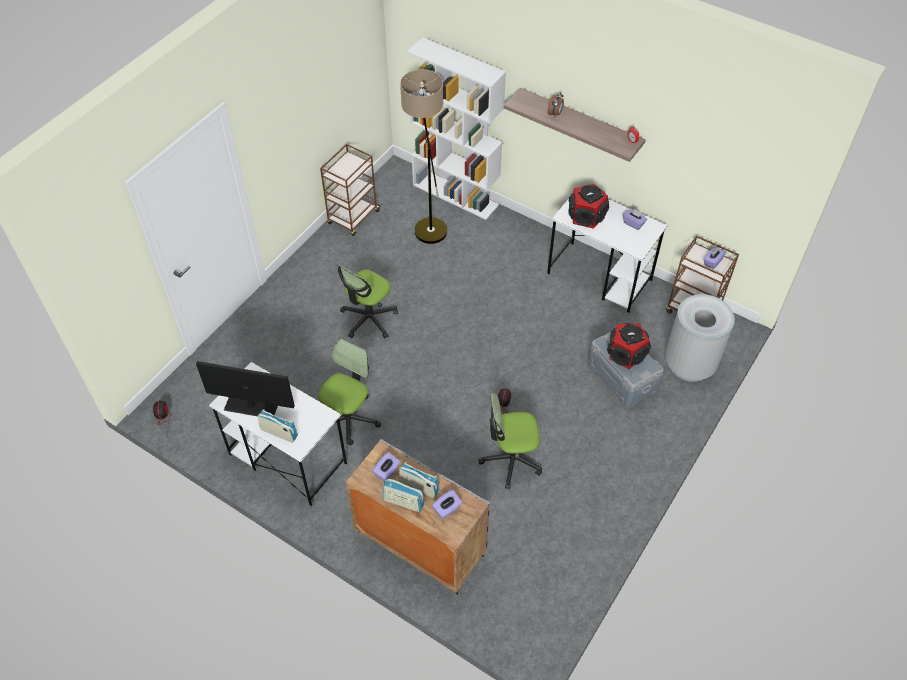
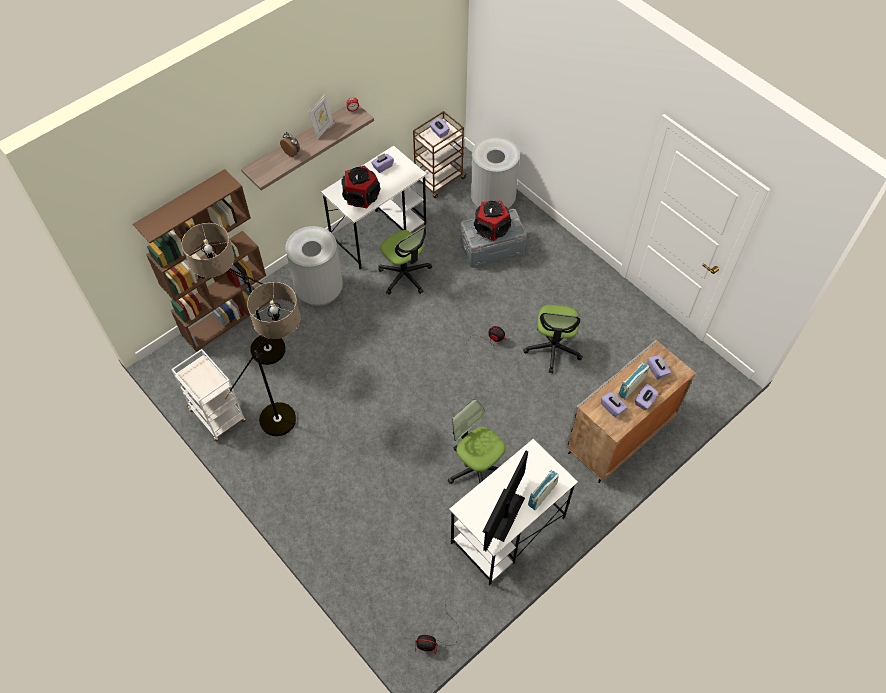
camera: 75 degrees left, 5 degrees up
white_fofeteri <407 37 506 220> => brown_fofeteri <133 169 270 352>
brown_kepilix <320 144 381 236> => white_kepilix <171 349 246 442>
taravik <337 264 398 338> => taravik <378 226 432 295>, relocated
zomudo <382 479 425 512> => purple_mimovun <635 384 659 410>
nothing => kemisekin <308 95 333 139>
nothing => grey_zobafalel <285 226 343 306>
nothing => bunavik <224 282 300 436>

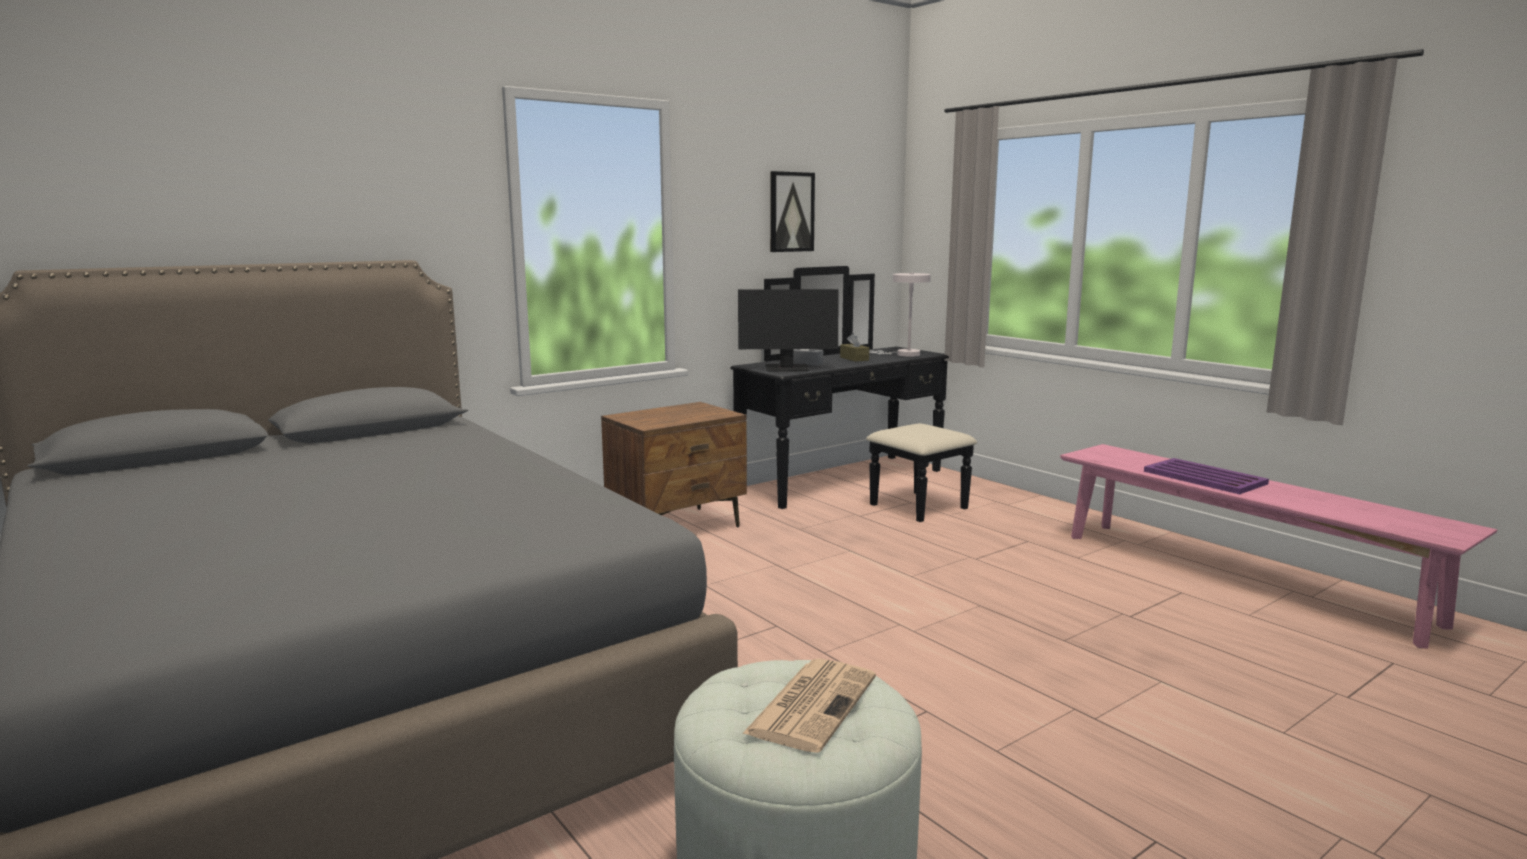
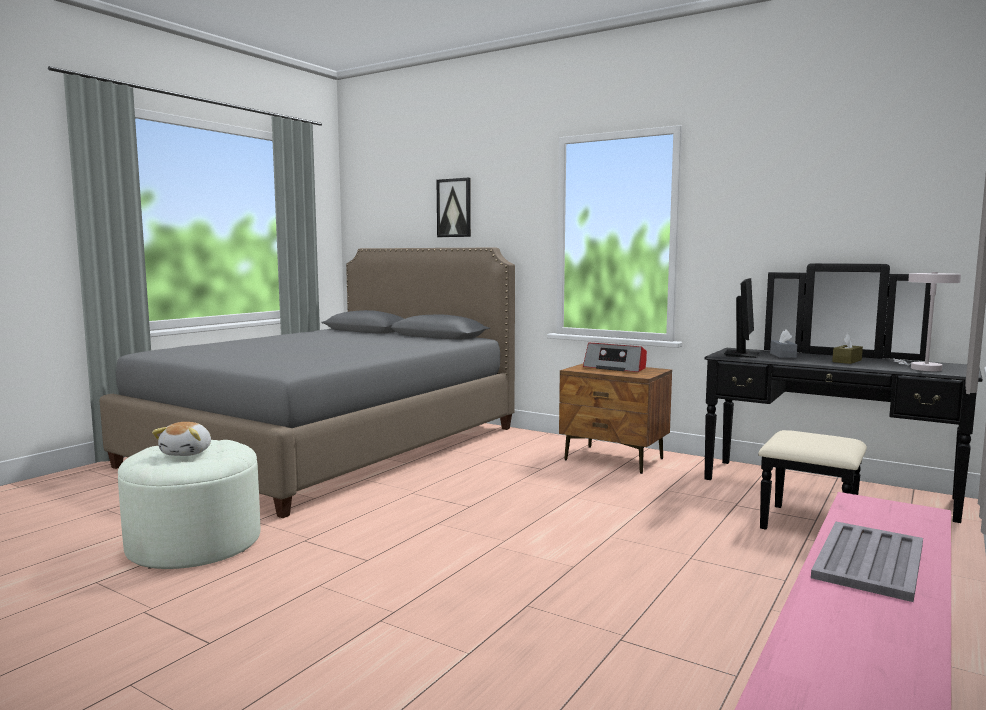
camera: 70 degrees right, 5 degrees down
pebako <770 171 815 252> => pebako <437 178 471 237>, relocated
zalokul <738 289 839 372> => zalokul <724 278 759 358>, 135 degrees counterclockwise
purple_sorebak <1144 458 1269 494> => grey_sorebak <811 521 923 602>
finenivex <742 658 876 753> => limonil <152 422 211 456>
nothing => zomudo <583 343 647 372>

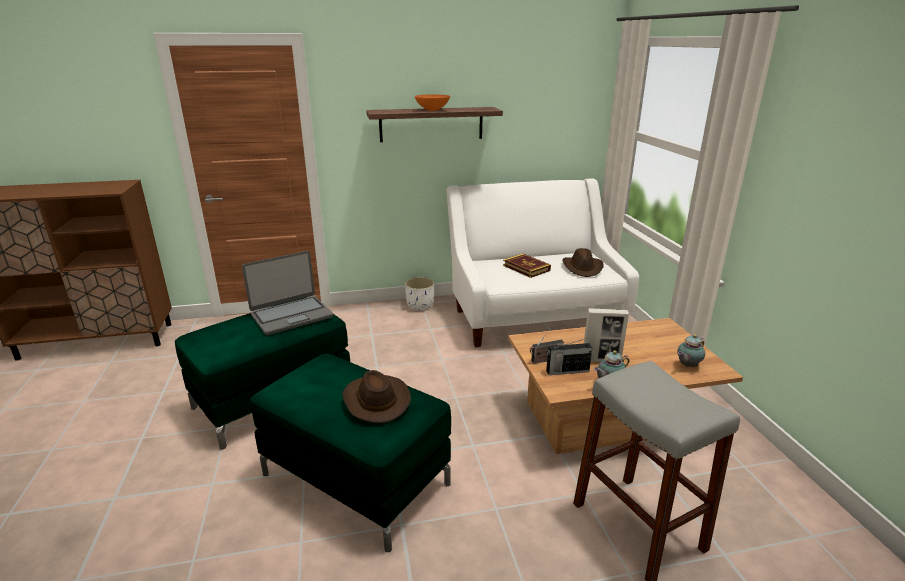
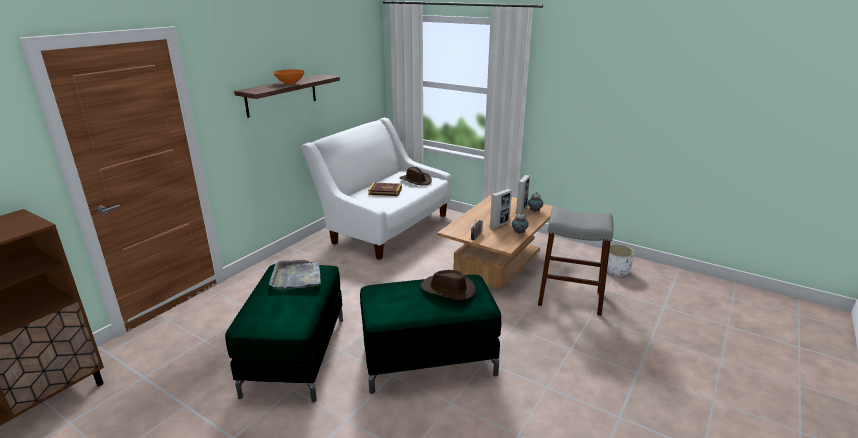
camera: 45 degrees left, 0 degrees up
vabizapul <242 251 333 335> => grey_sorebak <269 260 320 289>
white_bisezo <405 277 434 310> => white_bisezo <607 244 635 276>, relocated
zomudo <546 339 592 375> => nothing
nothing => kemisekin <516 175 530 214>

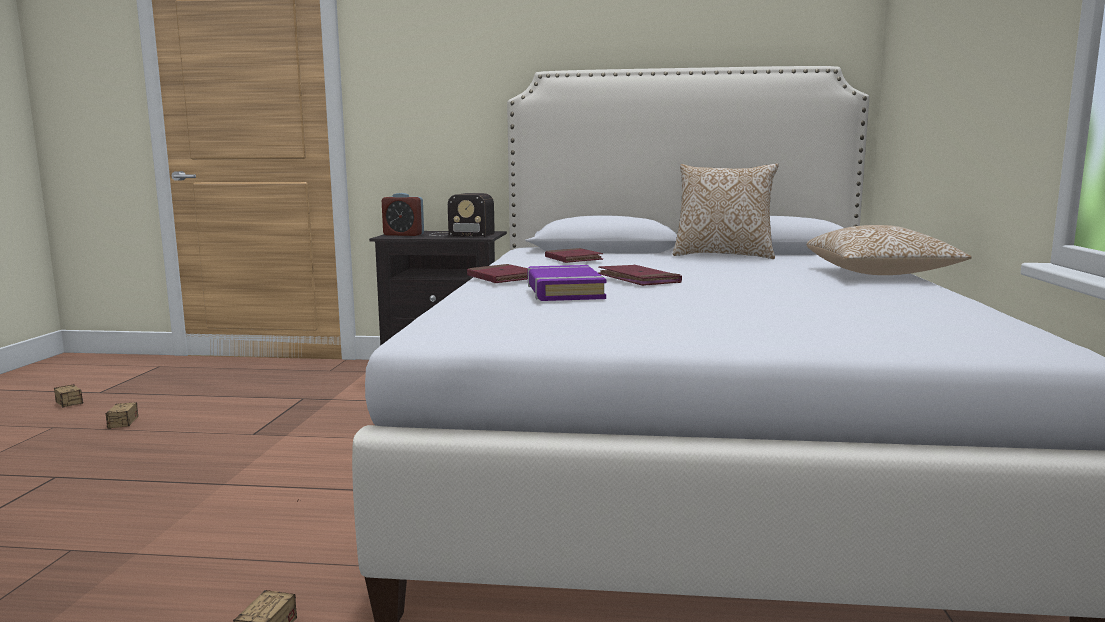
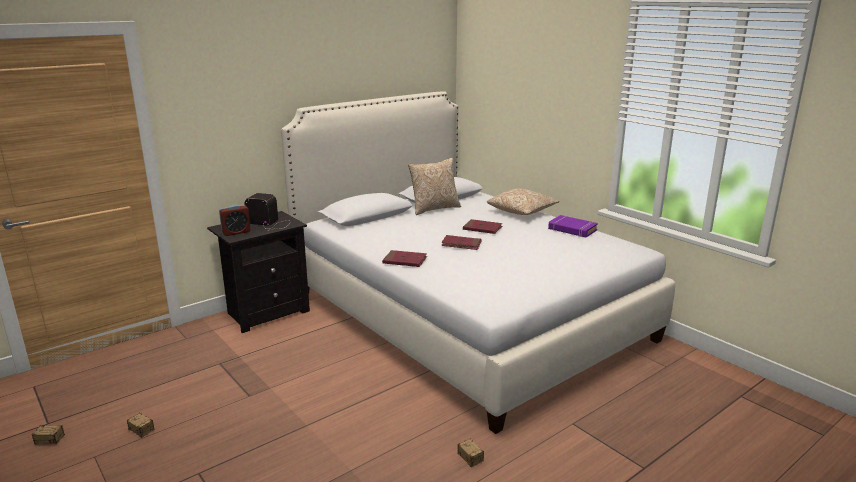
camera: 45 degrees left, 10 degrees up
zomudo <430 193 495 237> => zomudo <245 193 291 231>, 135 degrees counterclockwise
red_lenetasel <545 248 603 263> => red_lenetasel <463 219 502 234>, relocated
purple_lenetasel <528 265 606 301> => purple_lenetasel <548 215 598 238>, relocated

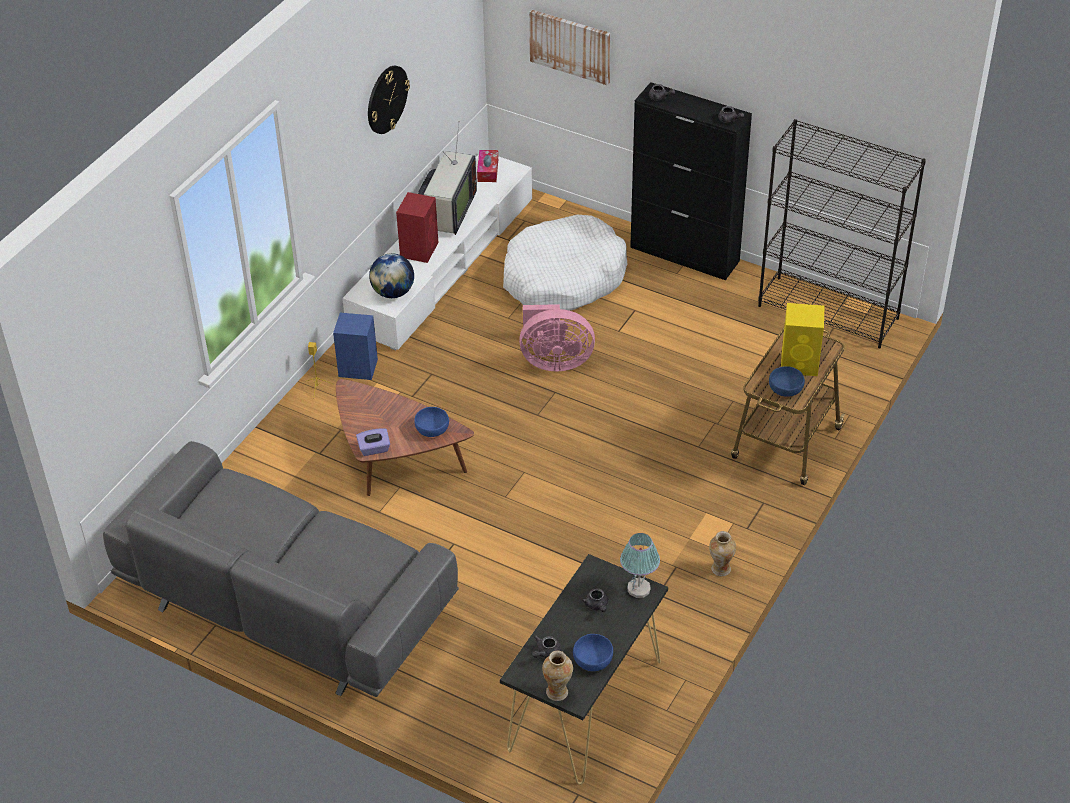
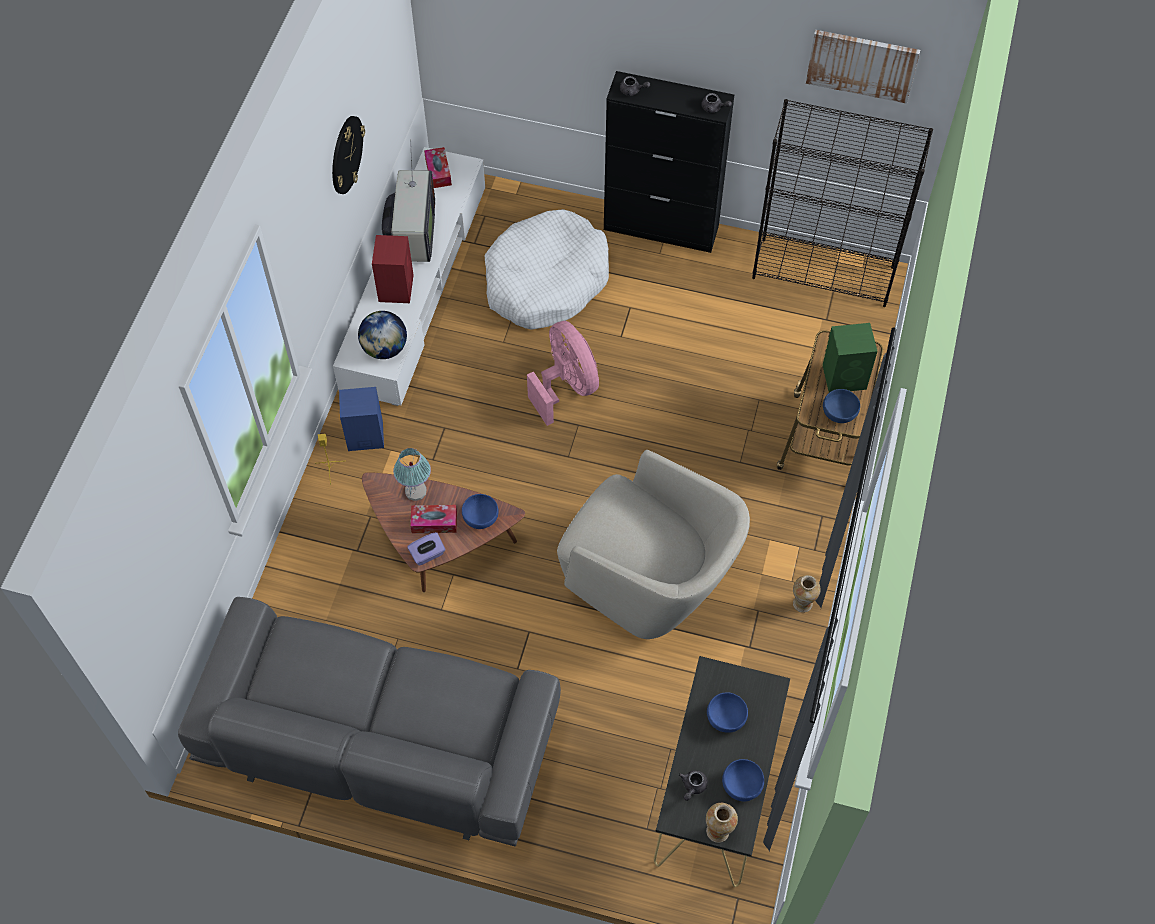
camera: 15 degrees left, 15 degrees up
pebako <529 9 610 85> => pebako <806 30 920 104>, relocated
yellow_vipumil <781 303 825 376> => green_vipumil <822 323 878 392>
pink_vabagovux <519 304 595 371> => pink_vabagovux <527 321 599 426>, 105 degrees counterclockwise
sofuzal <620 533 660 598> => sofuzal <393 448 431 501>, relocated
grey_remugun <582 588 608 612> => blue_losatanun <707 692 748 733>
nothing => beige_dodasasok <557 450 750 639>
nothing => mimovun <410 505 457 533>

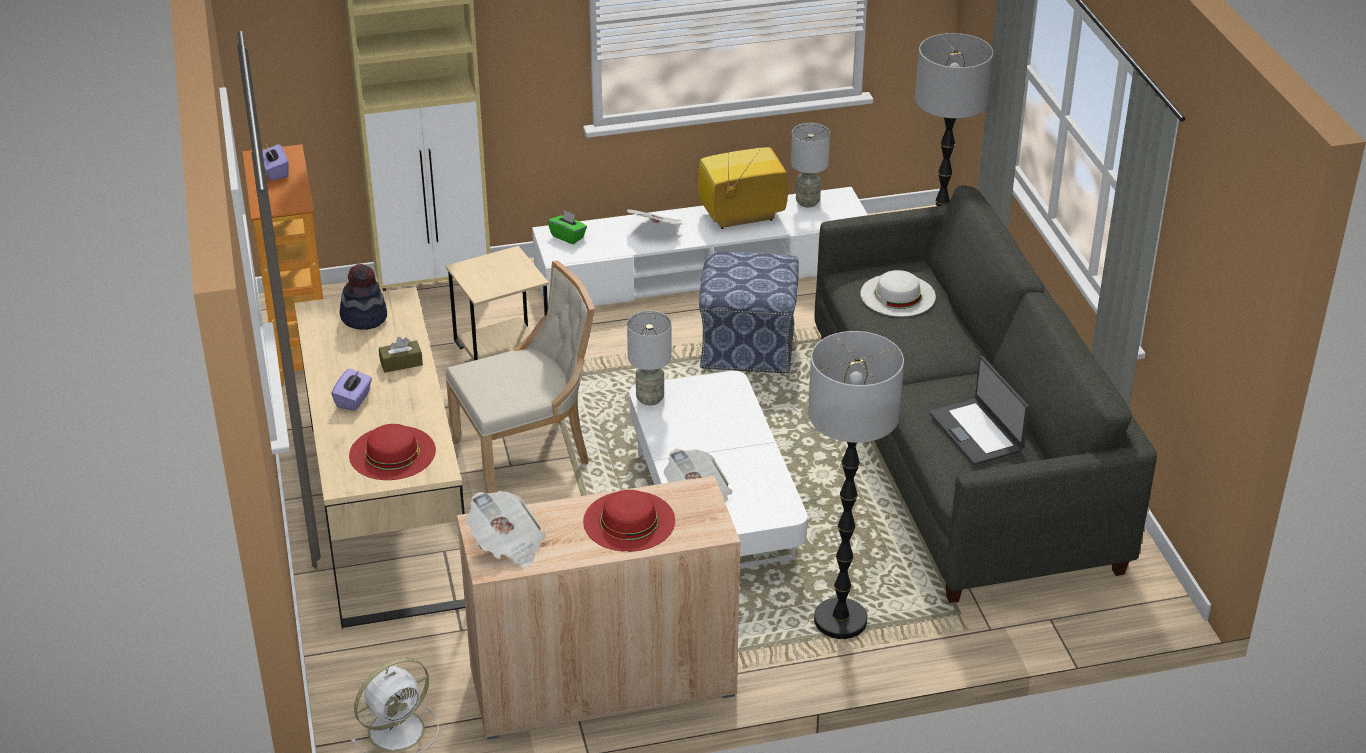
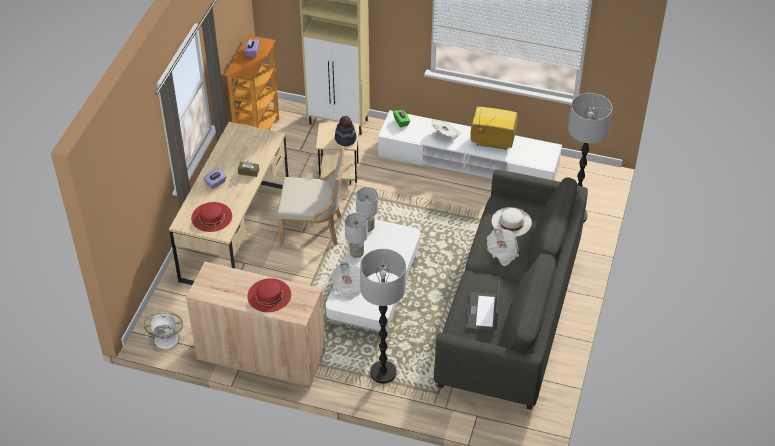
camera: 30 degrees right, 10 degrees up
grey_sofuzal <791 123 830 207> => grey_sofuzal <345 213 368 258>, relocated
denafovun <699 252 799 373> => nothing
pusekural <340 264 387 330> => pusekural <335 116 357 146>, relocated
finenivex <466 491 546 567> => finenivex <487 227 519 266>, relocated

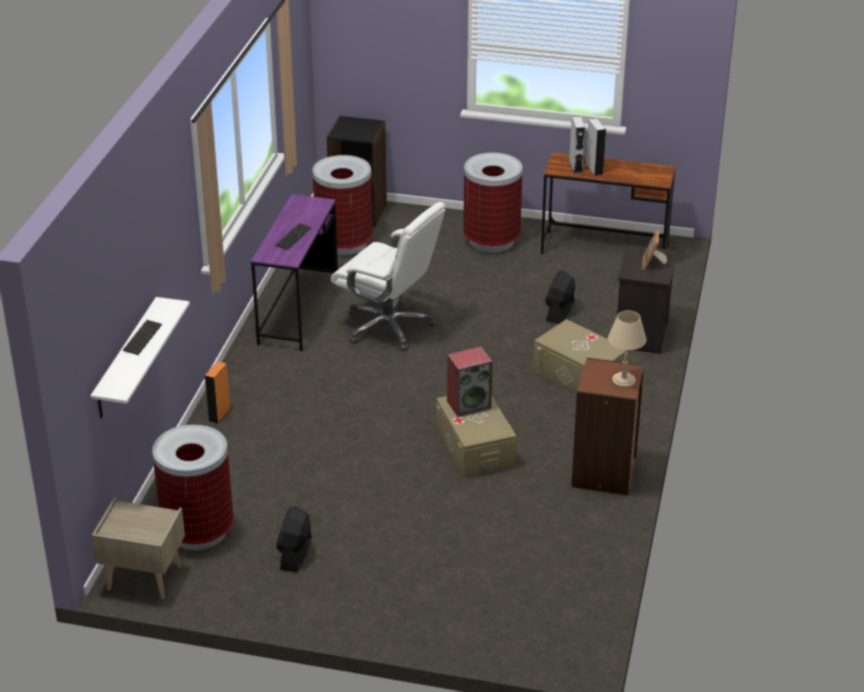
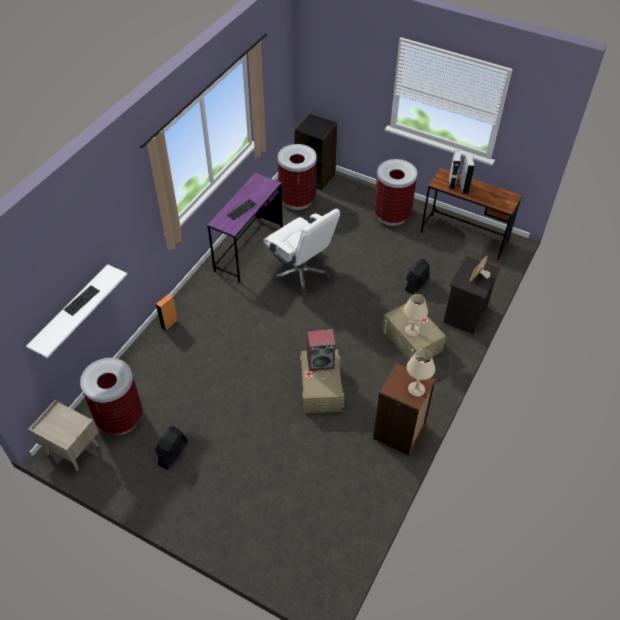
camera: 15 degrees right, 15 degrees up
nothing => beige_sofuzal <404 294 428 336>

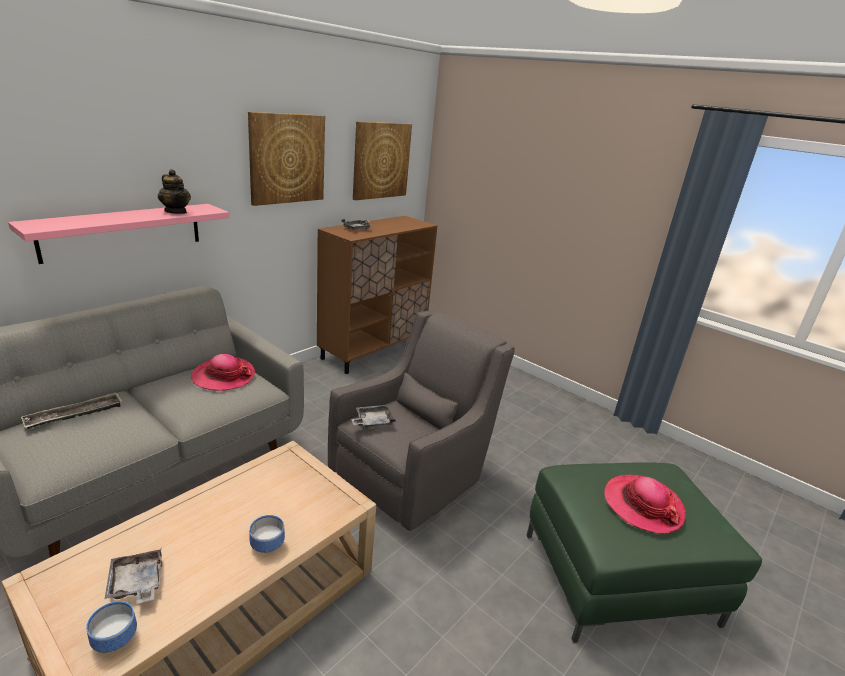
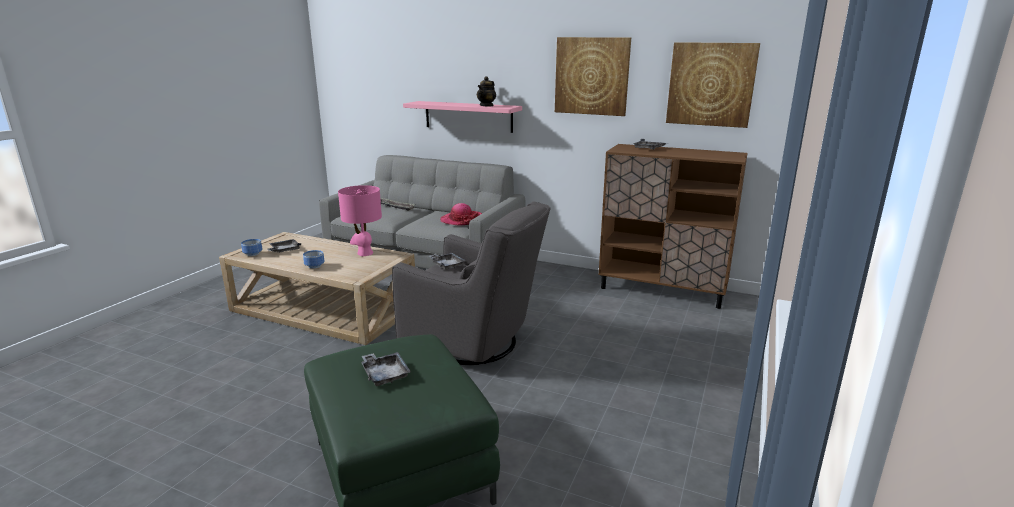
camera: 75 degrees right, 5 degrees down
pusekural <604 474 686 534> => grey_sorebak <361 352 411 386>
nothing => pink_sofuzal <338 185 382 256>

